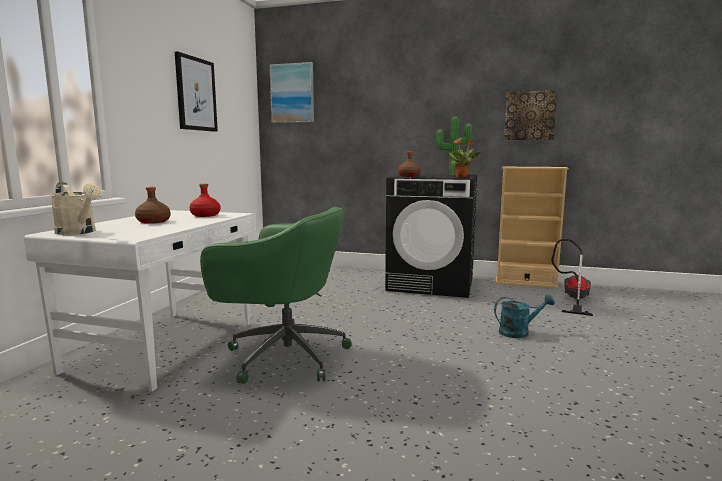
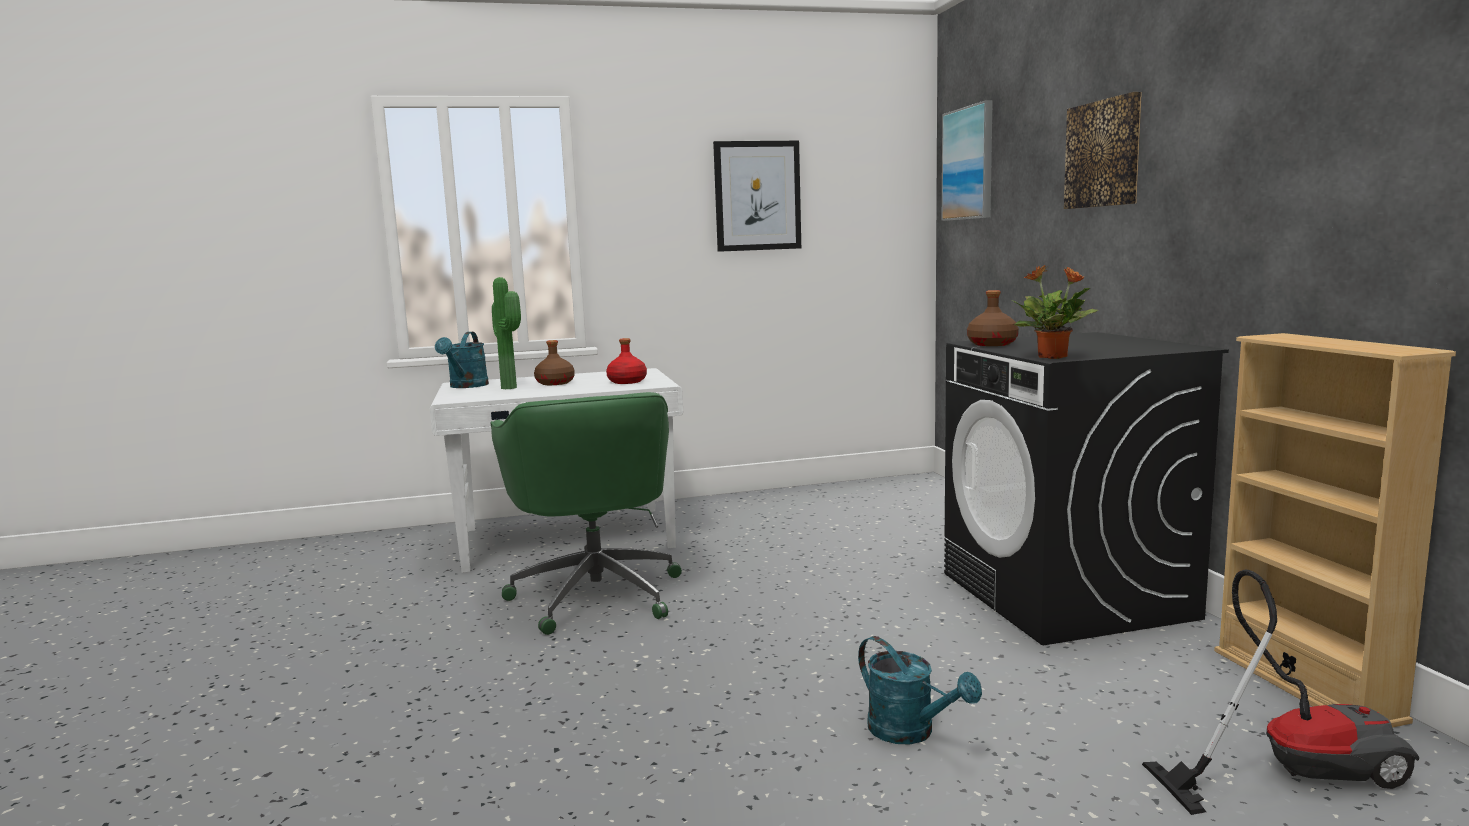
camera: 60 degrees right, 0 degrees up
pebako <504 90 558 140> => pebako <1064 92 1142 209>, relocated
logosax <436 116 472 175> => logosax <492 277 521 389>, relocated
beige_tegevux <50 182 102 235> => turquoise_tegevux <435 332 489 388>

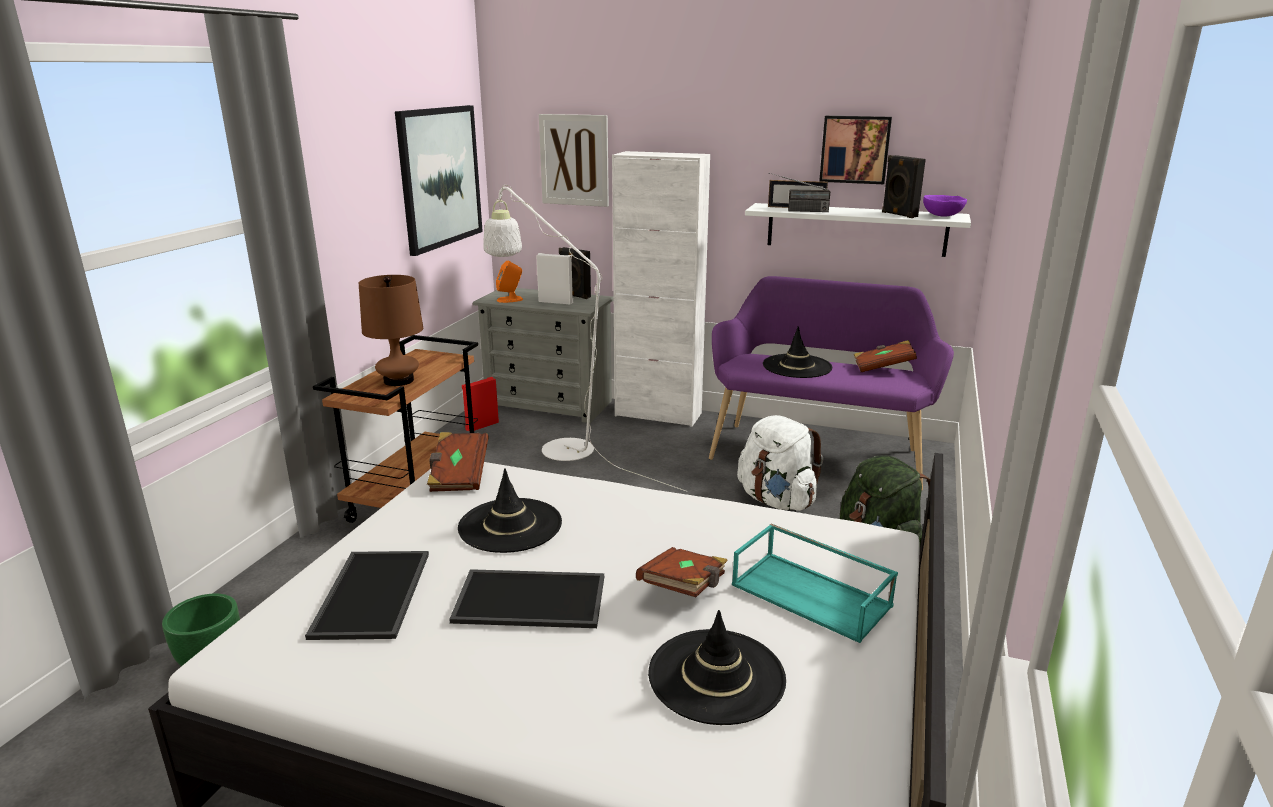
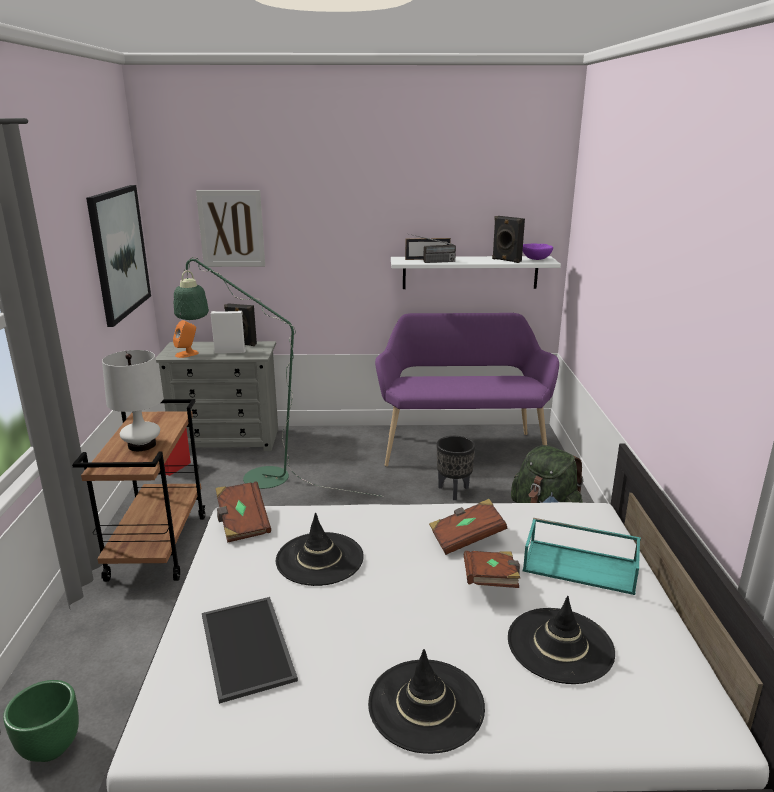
camera: 20 degrees left, 0 degrees up
pebako <819 116 892 184> => nothing
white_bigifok <612 151 710 427> => nothing
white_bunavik <483 185 687 492> => green_bunavik <173 257 384 497>
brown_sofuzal <359 275 423 386> => white_sofuzal <102 350 164 451>
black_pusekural <763 326 832 378> => black_pusekural <368 649 485 754>, relocated
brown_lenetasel <854 340 917 372> => brown_lenetasel <429 499 507 555>, relocated
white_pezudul <737 415 823 511> => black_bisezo <437 436 476 500>
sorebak <449 569 604 628> => nothing

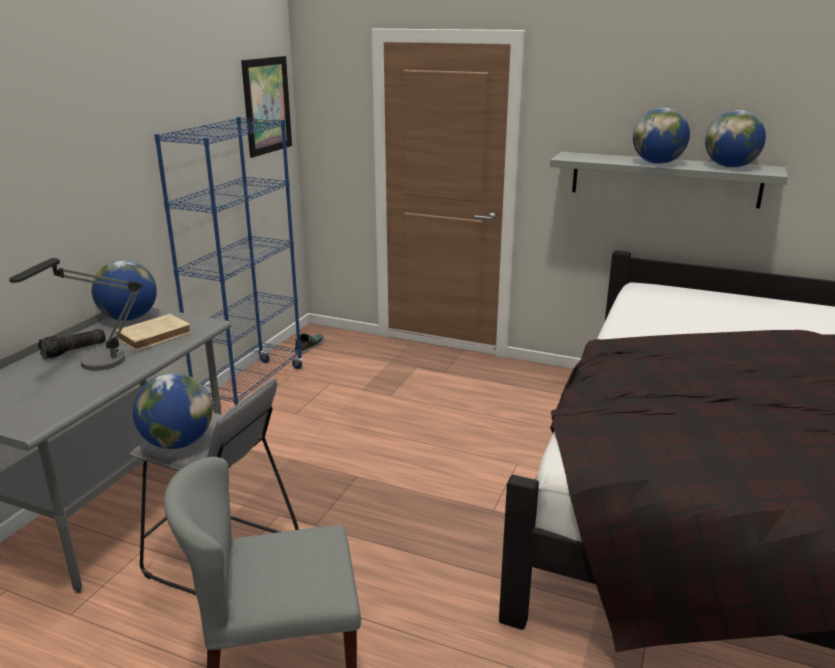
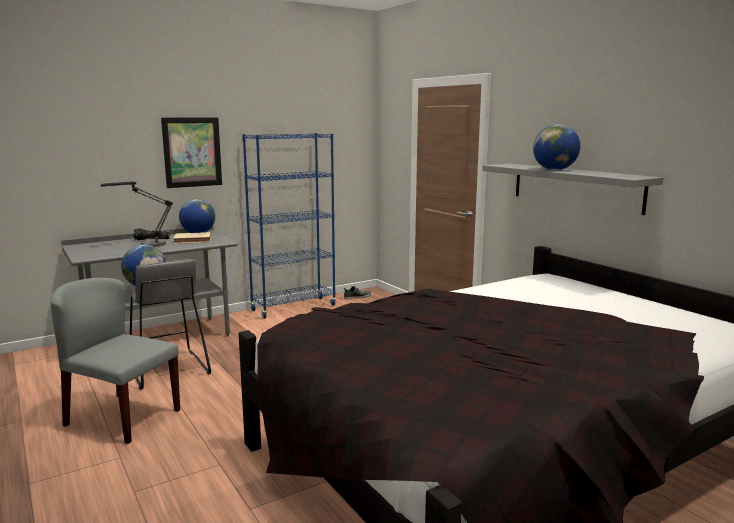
camera: 35 degrees right, 10 degrees down
pebako <241 56 292 158> => pebako <161 118 222 188>, relocated
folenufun <705 110 766 168> => nothing

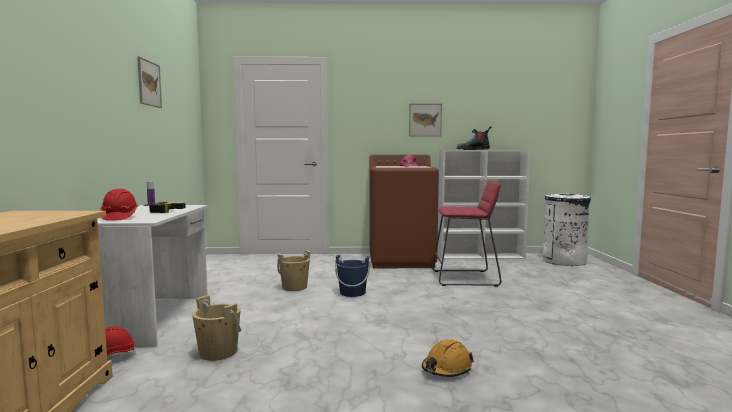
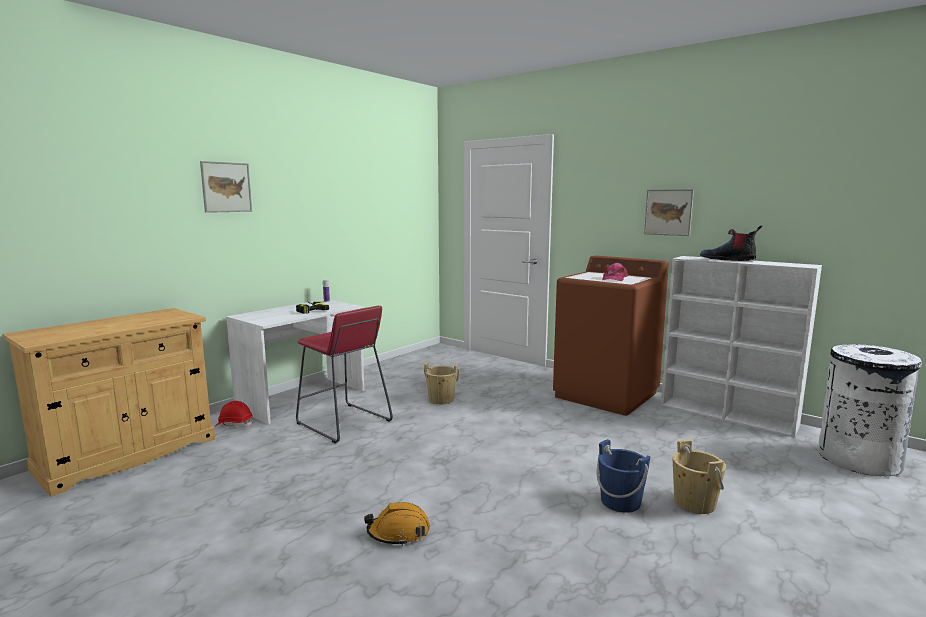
camera: 40 degrees right, 5 degrees up
pebako <137 56 162 108> => pebako <200 161 252 213>, relocated
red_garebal <432 181 501 287> => red_garebal <296 306 393 443>, relocated
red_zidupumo <100 189 138 221> => nothing
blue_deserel <335 255 370 297> => blue_deserel <596 439 651 513>, relocated
beige_deserel <192 295 241 361> => beige_deserel <672 439 726 514>, relocated

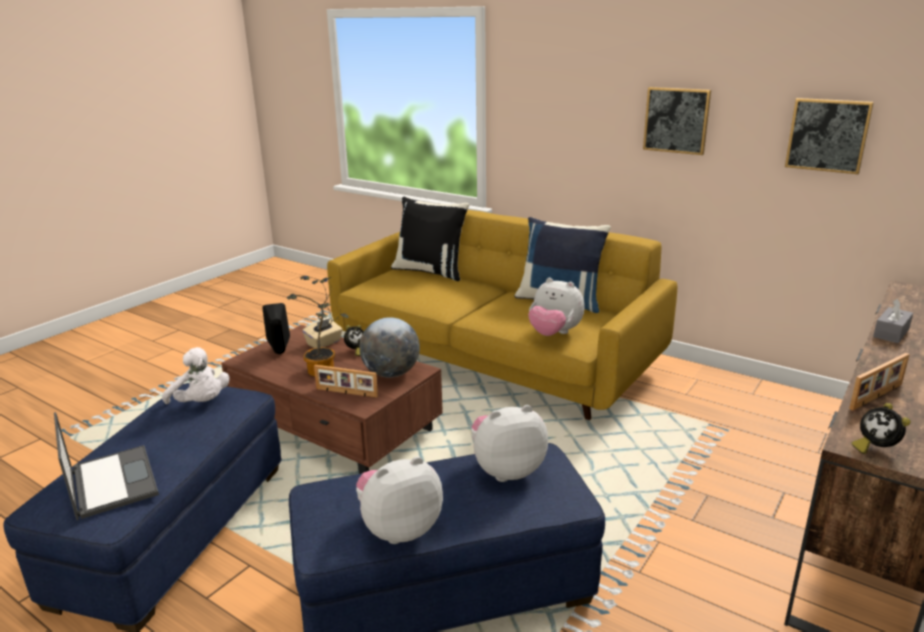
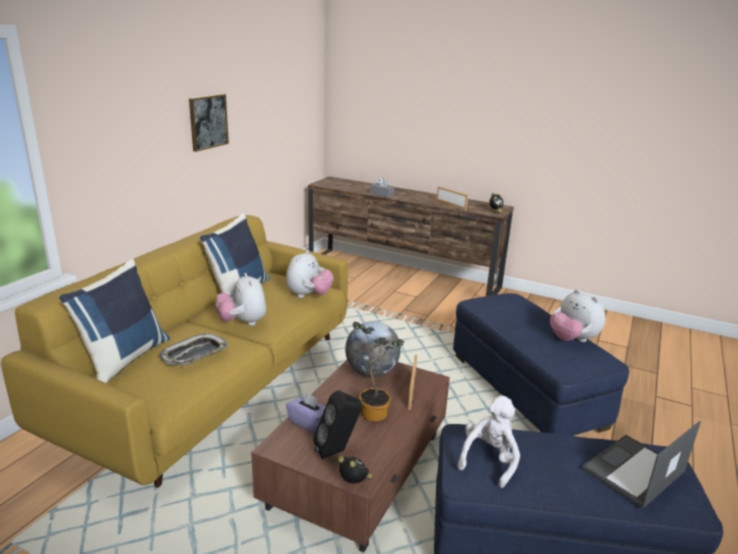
camera: 100 degrees left, 0 degrees up
pebako <785 98 874 174> => nothing
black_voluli <391 197 469 281> => blue_voluli <59 259 170 383>
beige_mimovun <302 318 343 348> => purple_mimovun <286 392 325 433>
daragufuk <344 325 364 356> => daragufuk <338 456 372 484>, relocated
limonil <471 405 548 482> => limonil <216 273 267 326>, relocated
nothing => sorebak <159 334 228 365>

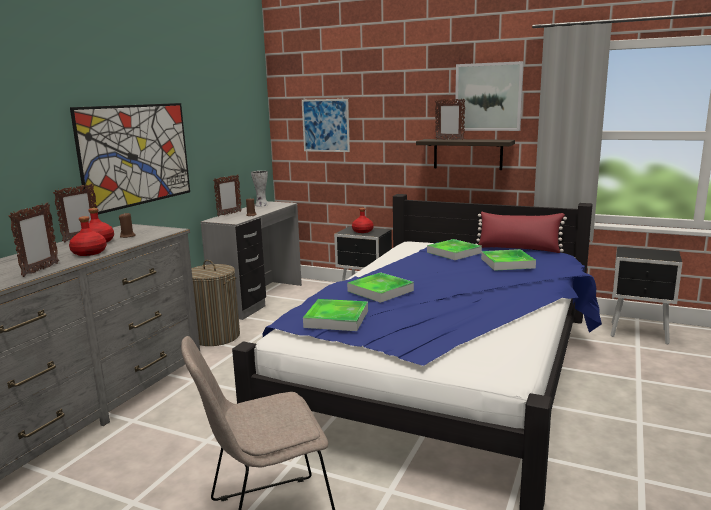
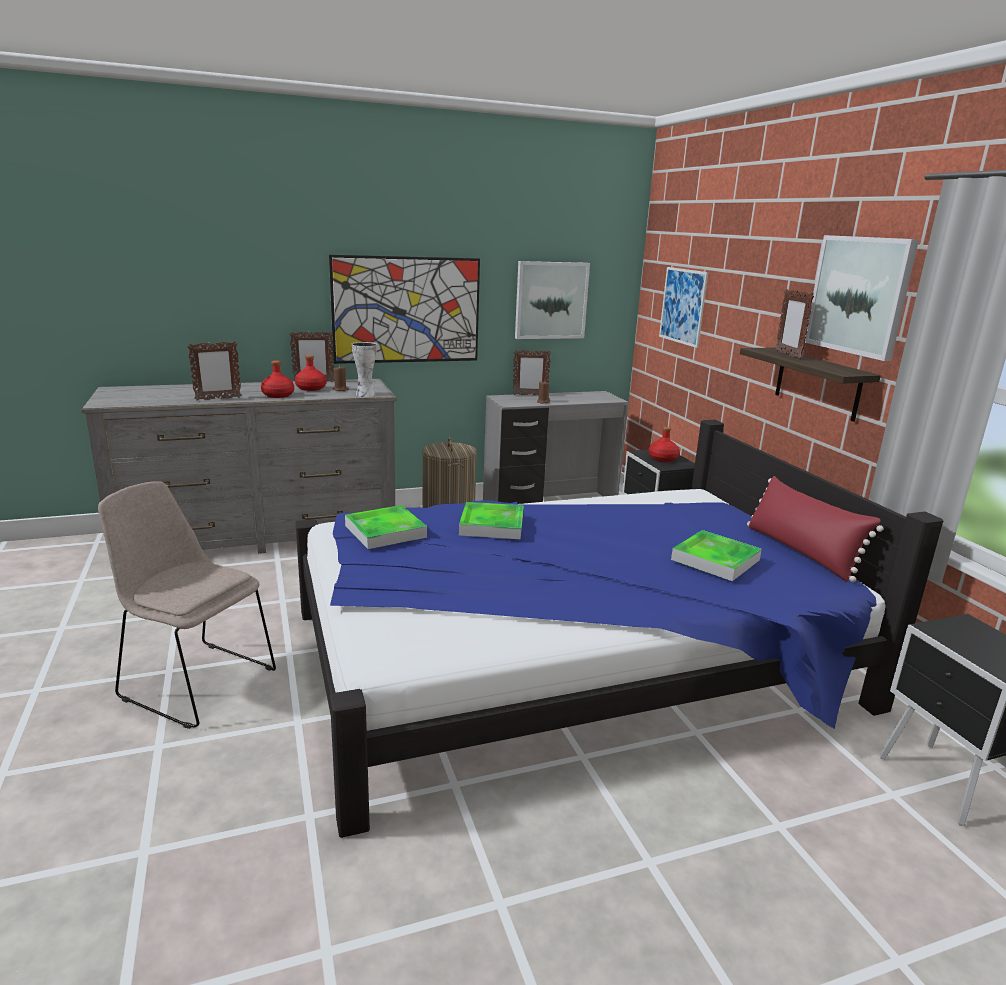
camera: 45 degrees right, 5 degrees up
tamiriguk <251 171 268 207> => tamiriguk <351 342 377 397>, relocated
sorebak <427 239 482 260> => nothing
nothing => pebako <515 261 590 339>

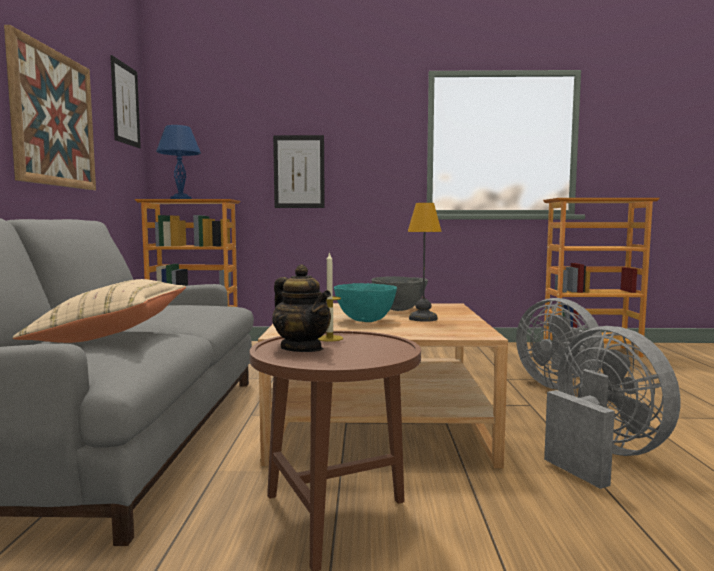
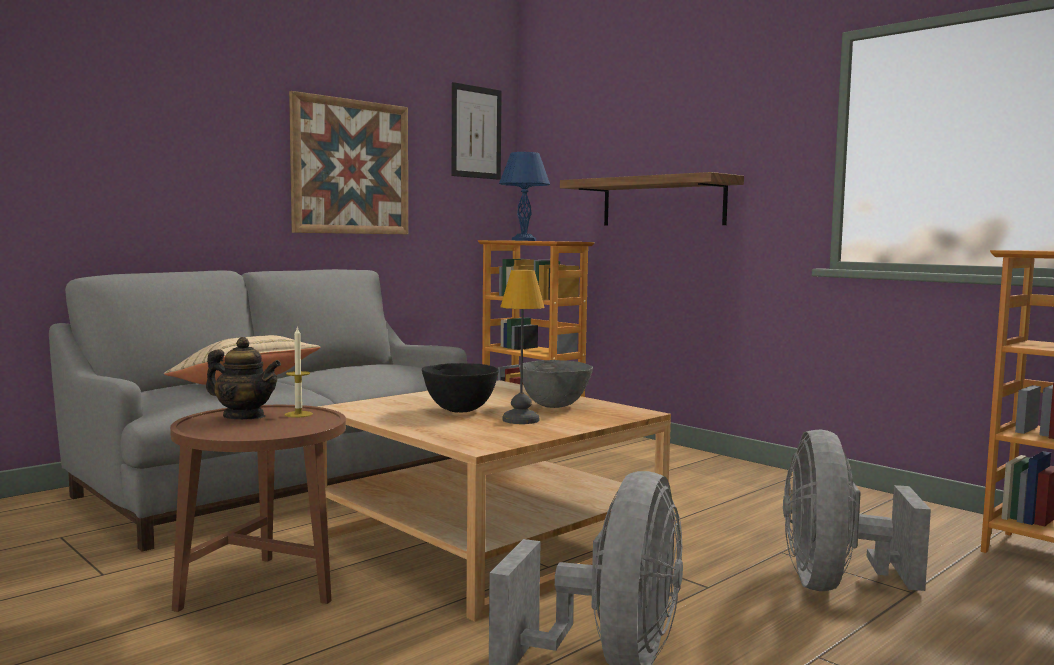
camera: 45 degrees right, 0 degrees up
pebako <273 135 325 208> => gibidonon <560 172 744 225>
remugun <272 265 331 352> => remugun <206 337 281 419>, 75 degrees counterclockwise
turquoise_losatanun <334 283 397 322> => black_losatanun <422 363 499 413>

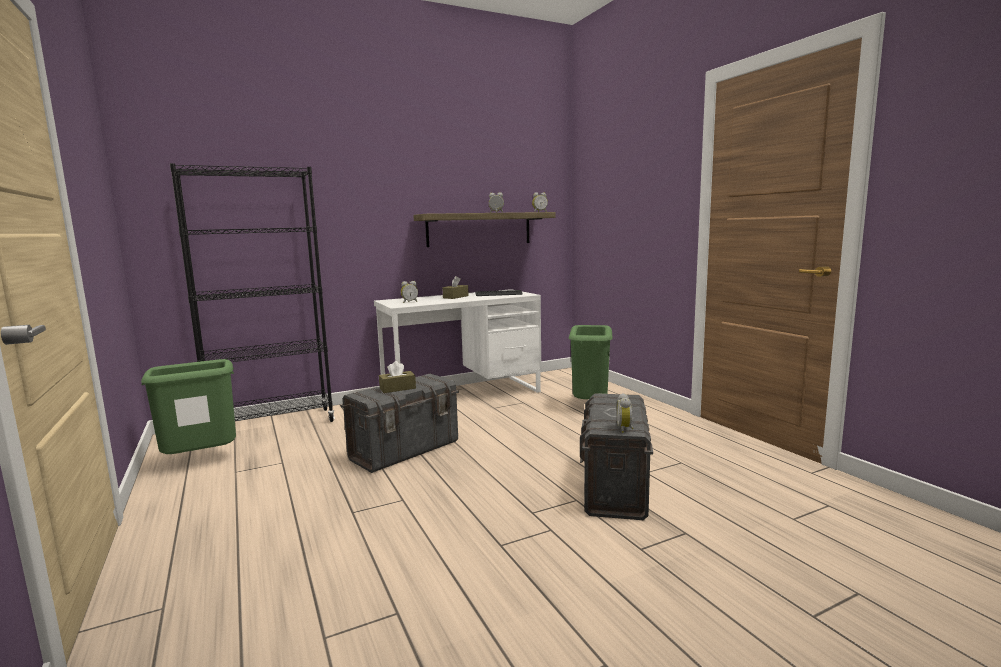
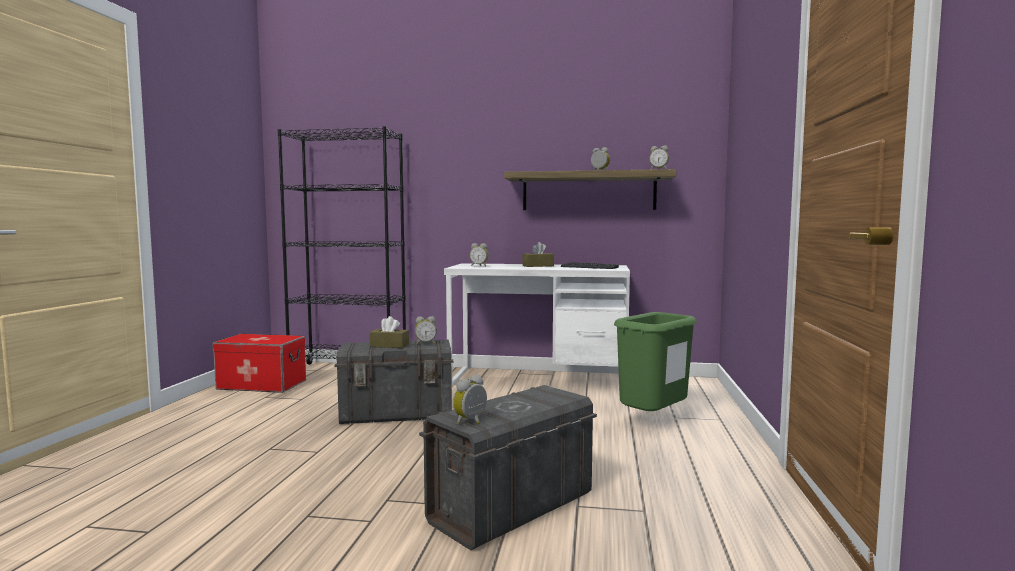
camera: 35 degrees right, 5 degrees down
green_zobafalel <141 359 236 454> => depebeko <212 334 306 393>
nothing => daragufuk <415 316 437 344>

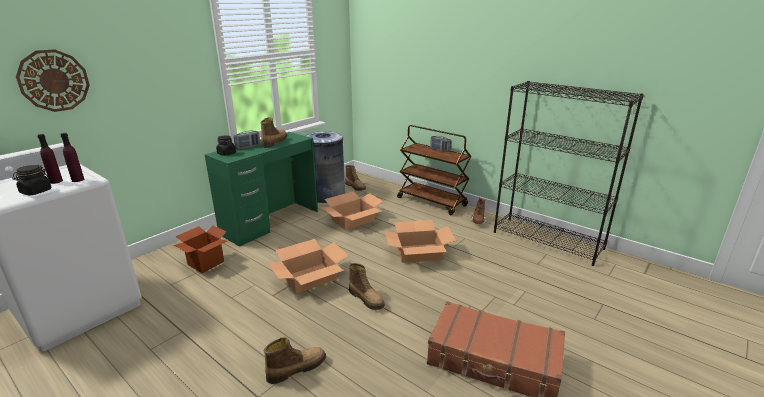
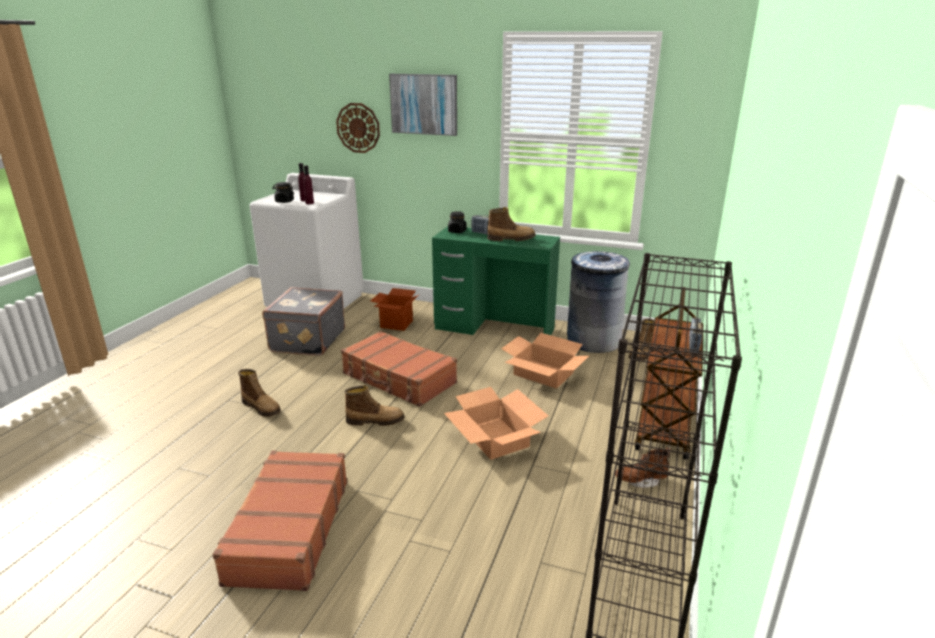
camera: 70 degrees right, 0 degrees up
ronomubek <268 239 348 294> => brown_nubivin <341 331 457 407>
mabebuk <349 263 385 310> => mabebuk <345 385 405 426>, 120 degrees counterclockwise
nothing => pebako <389 74 457 136>
nothing => grey_nubivin <262 287 345 356>

